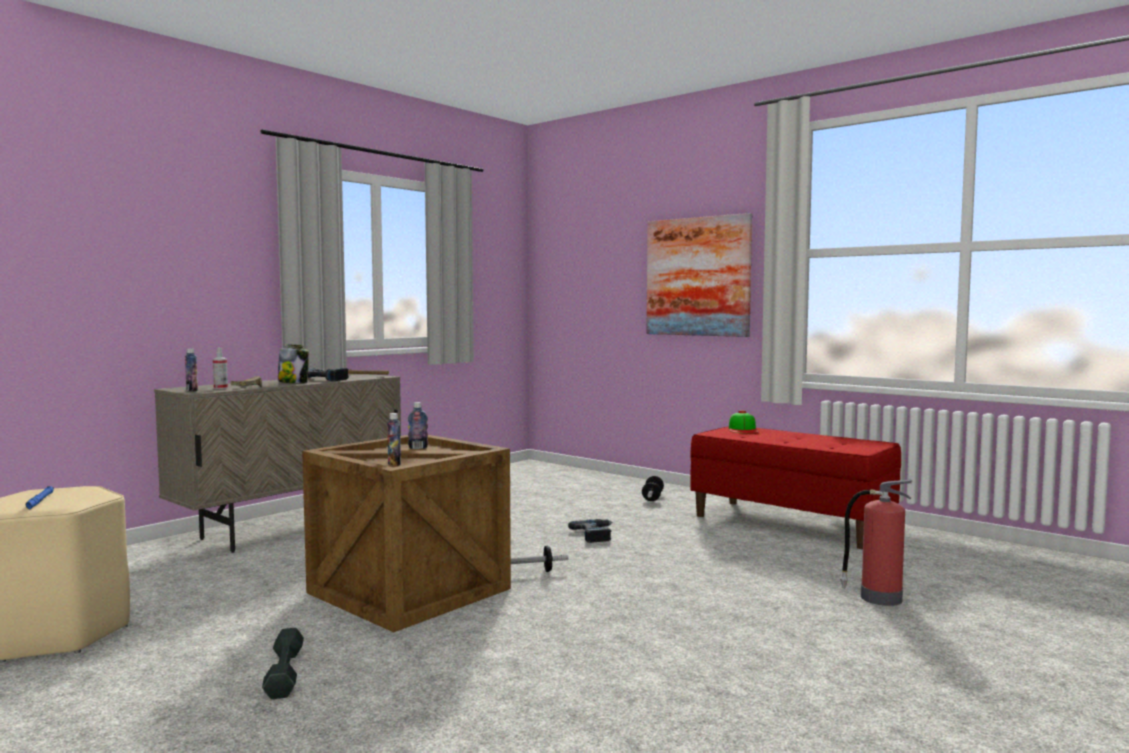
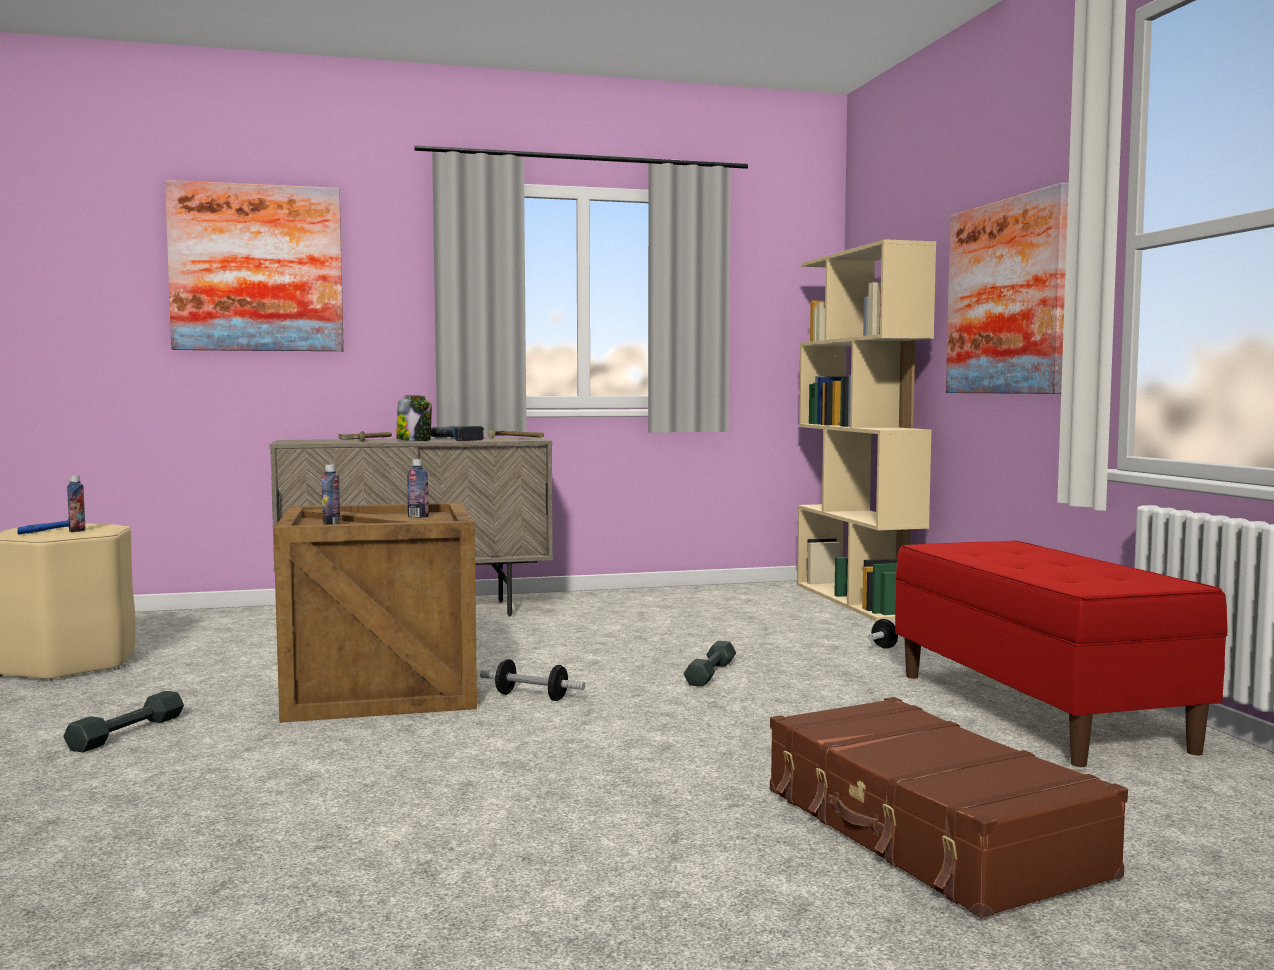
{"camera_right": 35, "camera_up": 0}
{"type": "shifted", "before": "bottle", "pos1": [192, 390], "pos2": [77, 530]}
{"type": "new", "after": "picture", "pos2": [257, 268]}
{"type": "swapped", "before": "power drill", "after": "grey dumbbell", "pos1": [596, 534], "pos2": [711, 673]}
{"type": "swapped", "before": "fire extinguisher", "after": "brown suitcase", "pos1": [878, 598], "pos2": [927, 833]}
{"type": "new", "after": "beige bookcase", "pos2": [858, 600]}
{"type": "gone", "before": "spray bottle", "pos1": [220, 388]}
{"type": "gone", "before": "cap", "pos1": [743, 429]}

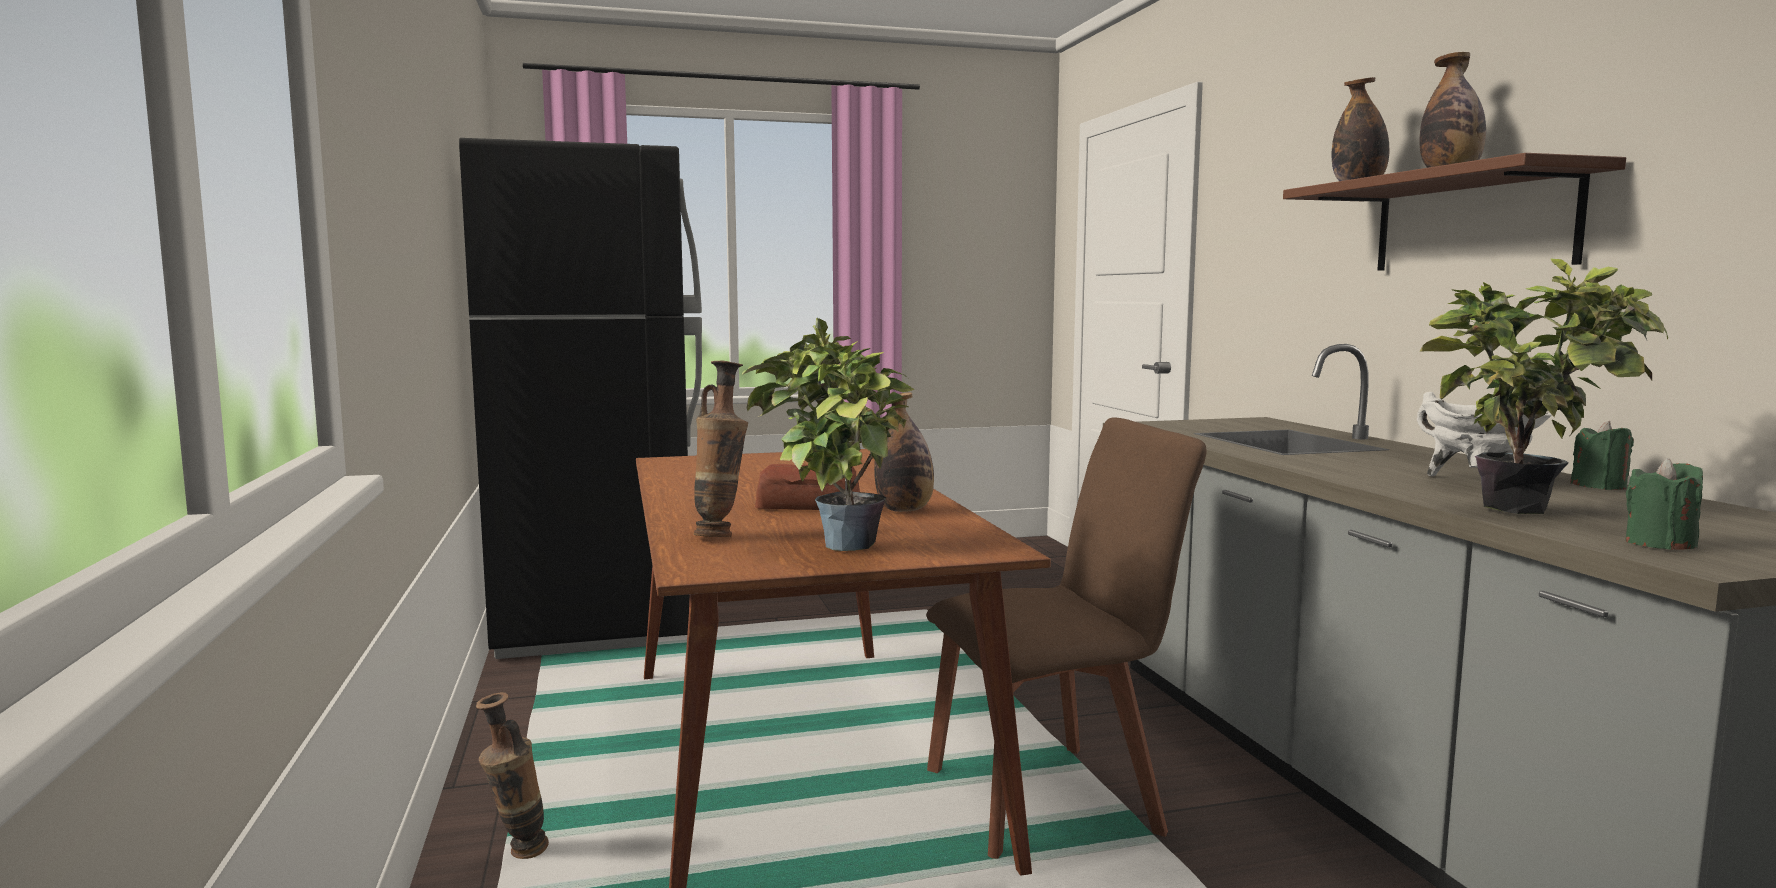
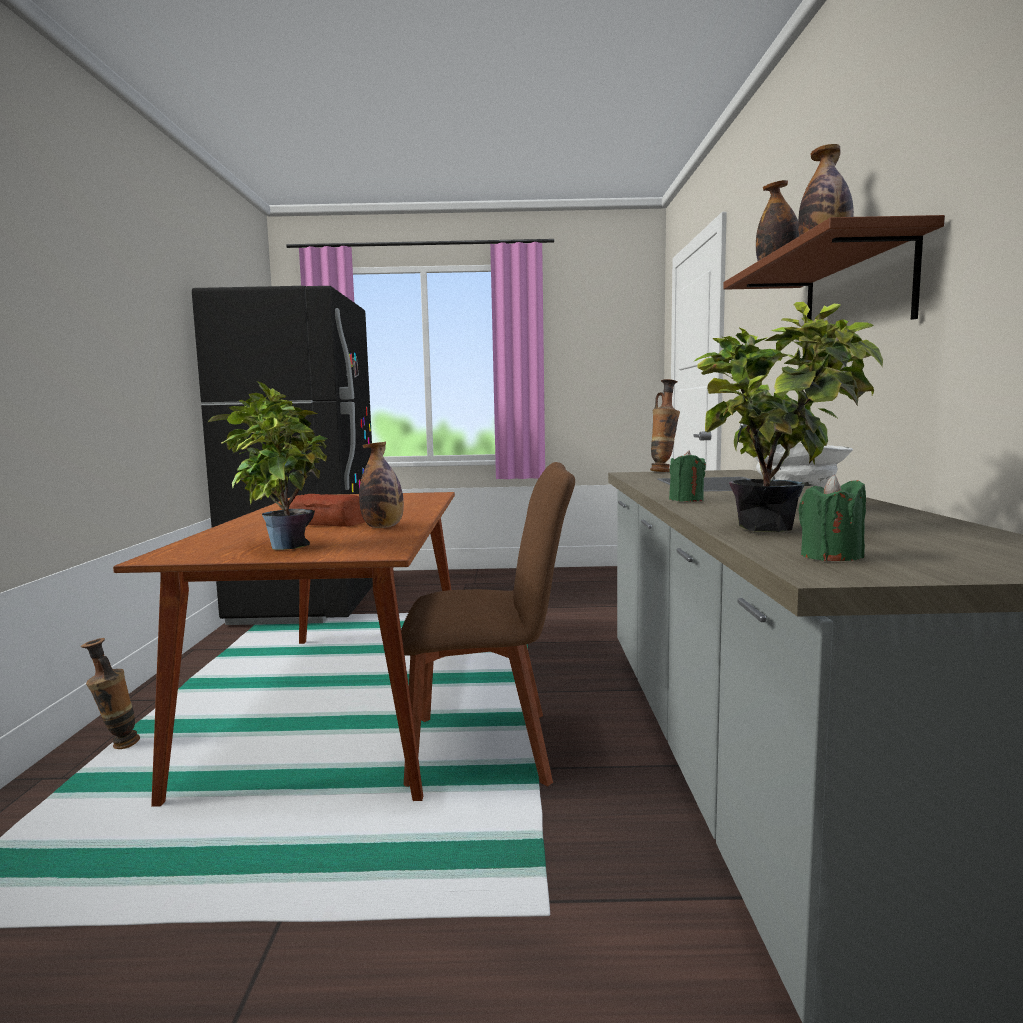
{"camera_right": 15, "camera_up": 0}
{"type": "shifted", "before": "vase", "pos1": [721, 535], "pos2": [663, 472]}
{"type": "shifted", "before": "green candle", "pos1": [1599, 486], "pos2": [686, 500]}

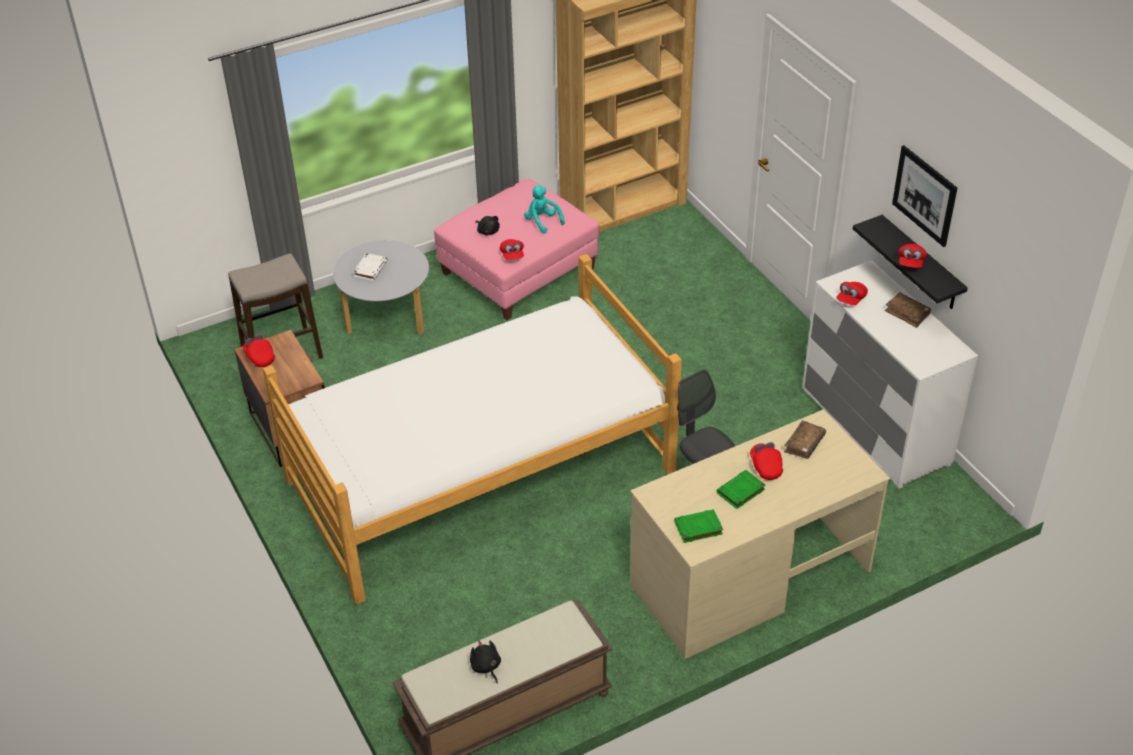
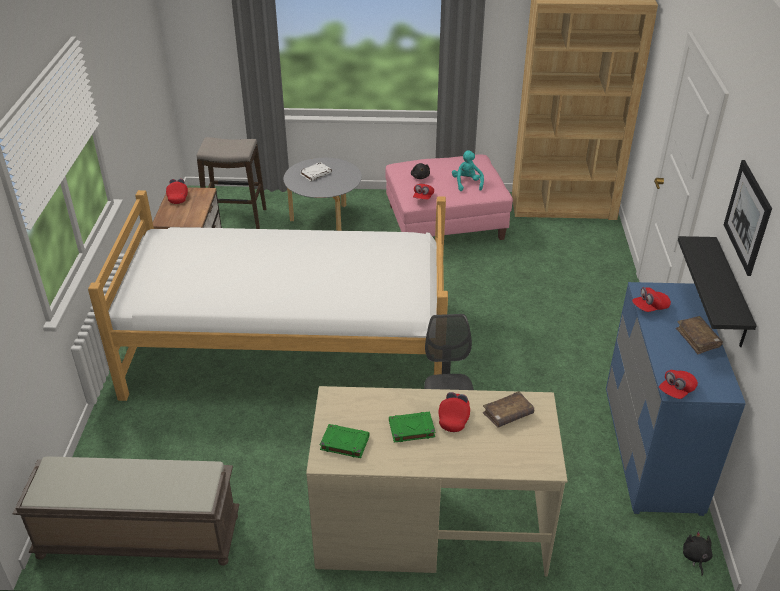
{"camera_right": 30, "camera_up": -5}
{"type": "repainted", "before": "white dresser", "after": "blue dresser", "pos1": [875, 426], "pos2": [651, 449]}
{"type": "shifted", "before": "red cap", "pos1": [910, 262], "pos2": [676, 391]}
{"type": "shifted", "before": "black plush toy", "pos1": [486, 667], "pos2": [695, 557]}

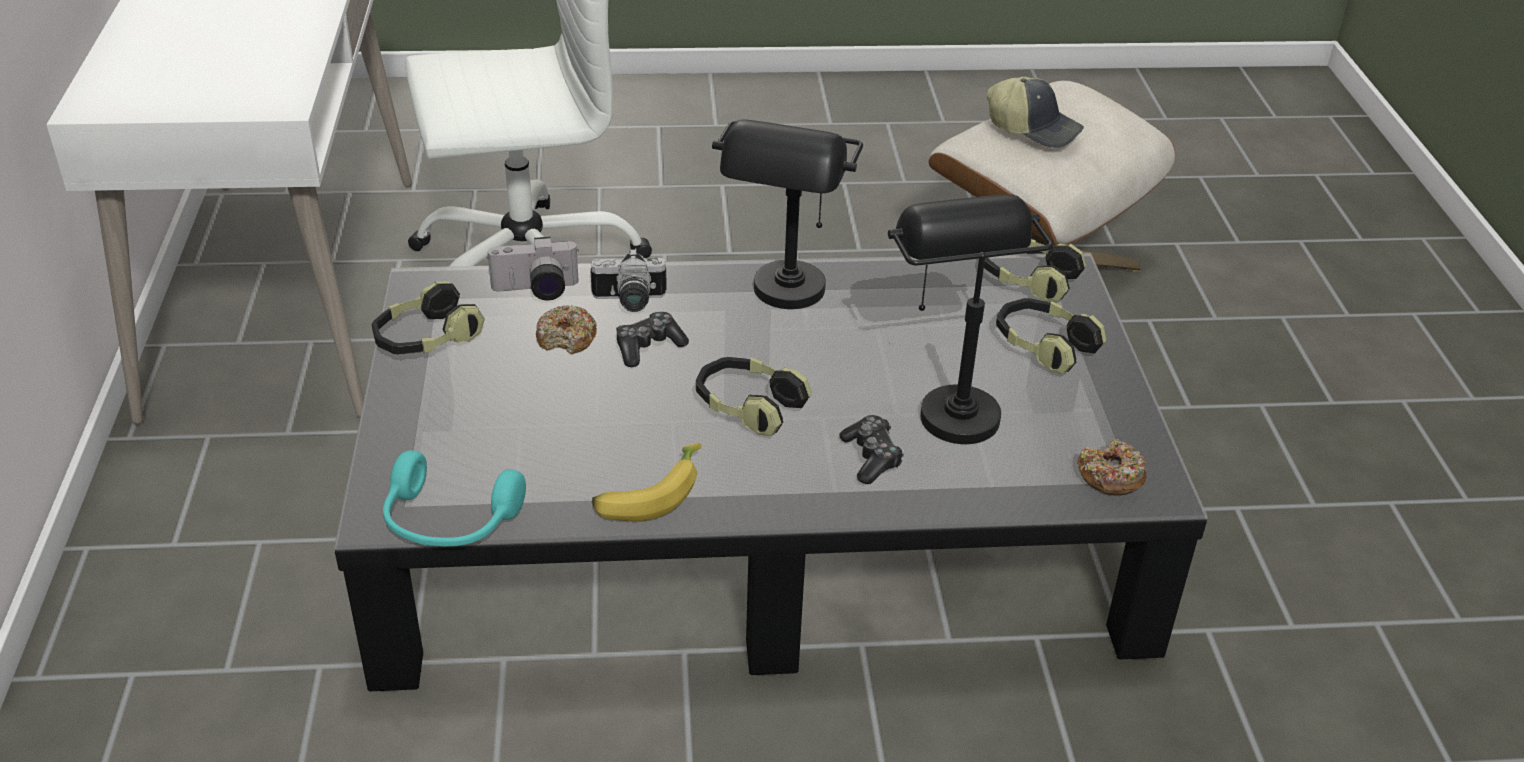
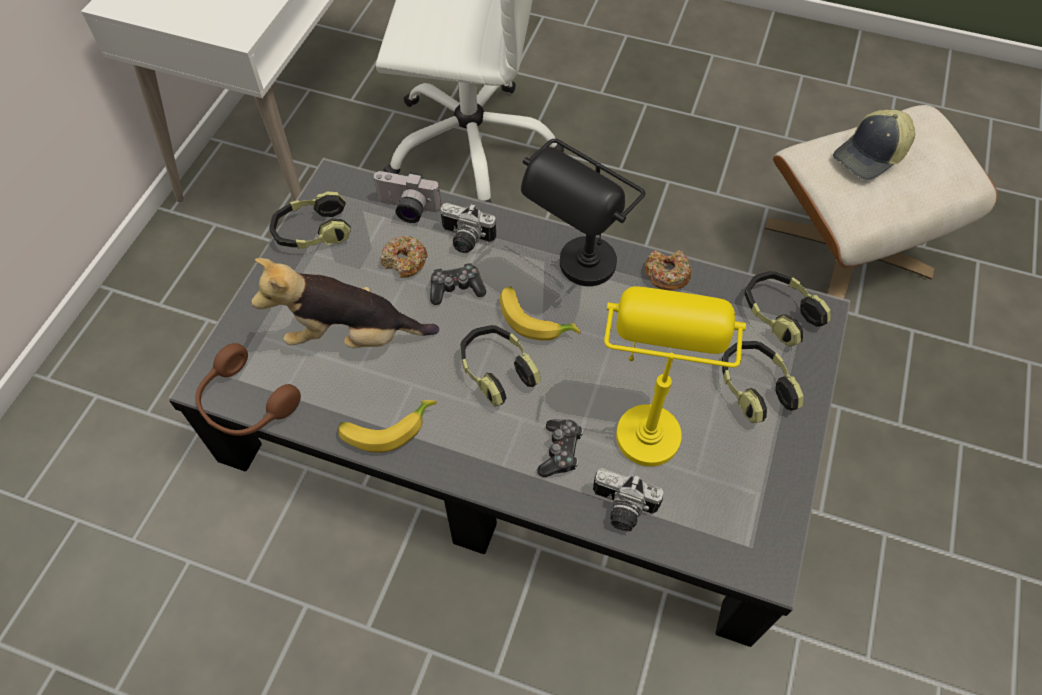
{"camera_right": 25, "camera_up": 20}
{"type": "repainted", "before": "turquoise headphones", "after": "brown headphones", "pos1": [448, 522], "pos2": [245, 404]}
{"type": "new", "after": "plush toy", "pos2": [352, 336]}
{"type": "new", "after": "banana", "pos2": [535, 319]}
{"type": "new", "after": "photo camera", "pos2": [621, 509]}
{"type": "repainted", "before": "black table lamp", "after": "yellow table lamp", "pos1": [947, 401], "pos2": [648, 416]}
{"type": "shifted", "before": "donut", "pos1": [1110, 476], "pos2": [666, 274]}
{"type": "rotated", "before": "cap", "pos1": [1034, 128], "pos2": [871, 155], "turn": 90}

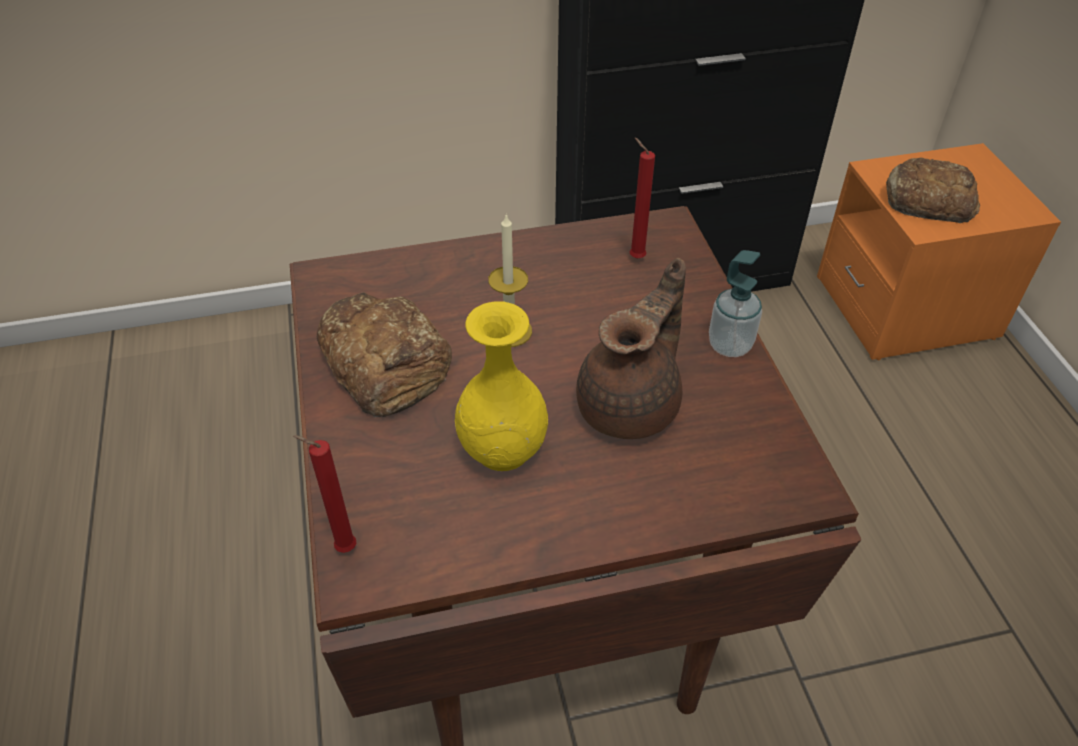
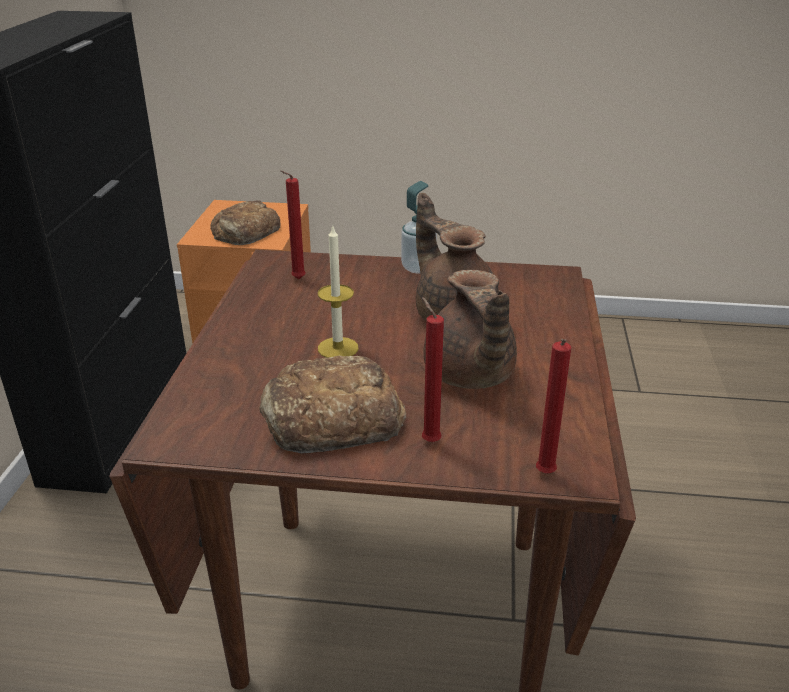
{"camera_right": -70, "camera_up": -15}
{"type": "new", "after": "red candle", "pos2": [429, 440]}
{"type": "swapped", "before": "yellow vase", "after": "brown teapot", "pos1": [502, 448], "pos2": [469, 376]}

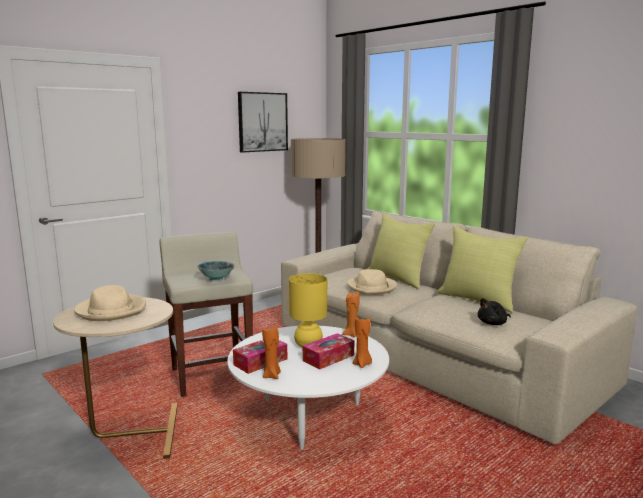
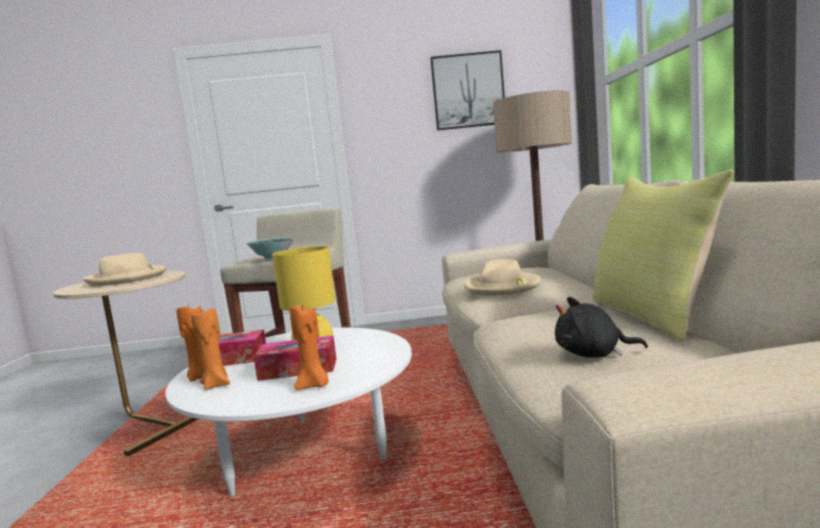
{"camera_right": 40, "camera_up": -5}
{"type": "shifted", "before": "orange candle", "pos1": [351, 334], "pos2": [216, 385]}
{"type": "gone", "before": "yellow pillow", "pos1": [398, 278]}

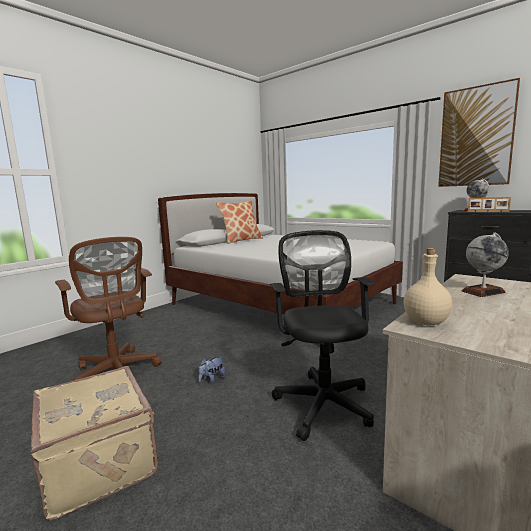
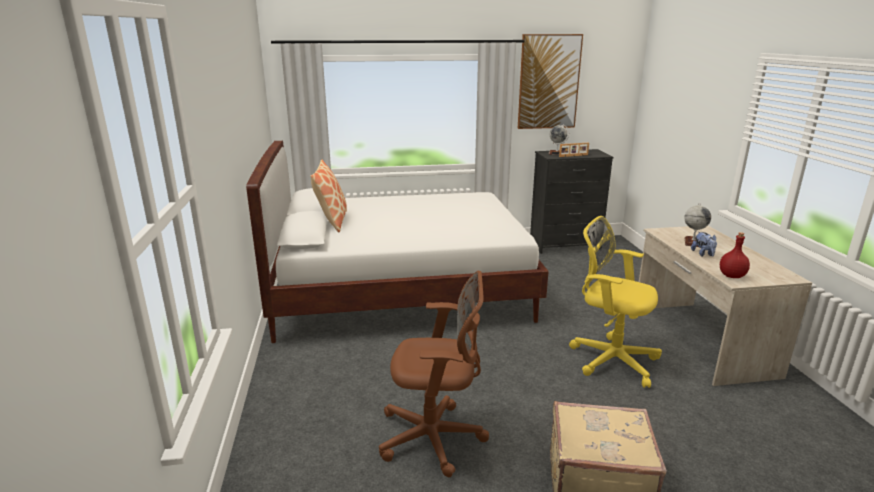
{"camera_right": -50, "camera_up": 10}
{"type": "repainted", "before": "black office chair", "after": "yellow office chair", "pos1": [323, 401], "pos2": [610, 359]}
{"type": "shifted", "before": "plush toy", "pos1": [211, 379], "pos2": [703, 254]}
{"type": "repainted", "before": "beige bottle", "after": "red bottle", "pos1": [426, 322], "pos2": [732, 276]}

